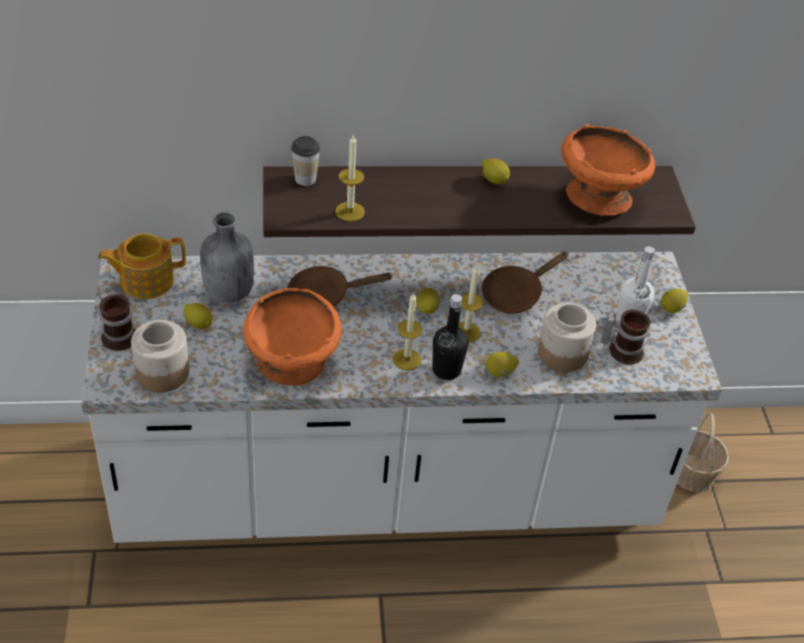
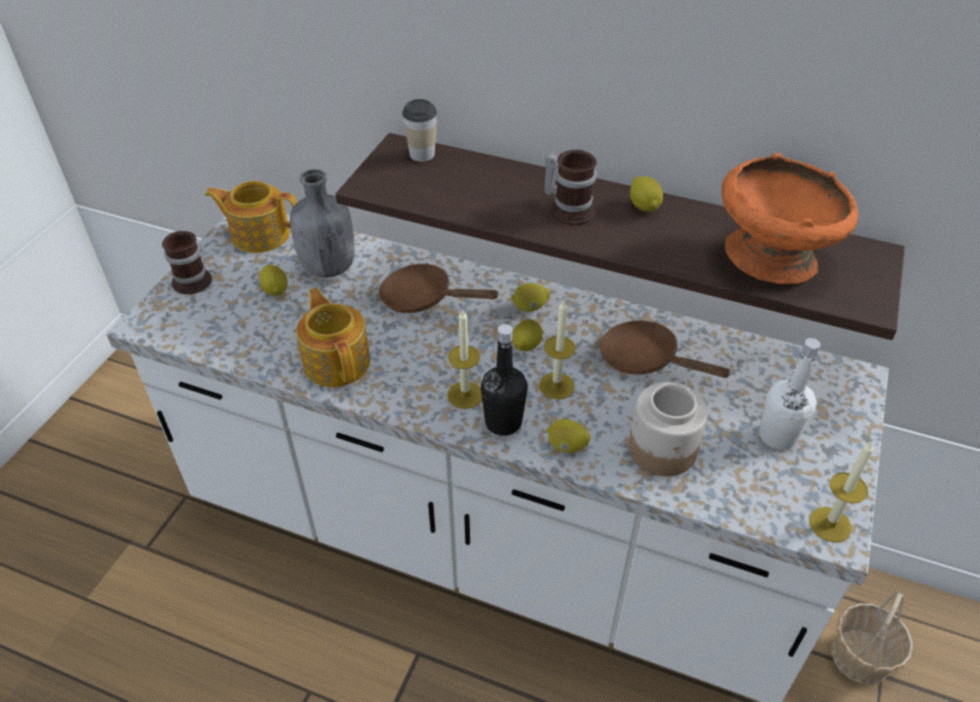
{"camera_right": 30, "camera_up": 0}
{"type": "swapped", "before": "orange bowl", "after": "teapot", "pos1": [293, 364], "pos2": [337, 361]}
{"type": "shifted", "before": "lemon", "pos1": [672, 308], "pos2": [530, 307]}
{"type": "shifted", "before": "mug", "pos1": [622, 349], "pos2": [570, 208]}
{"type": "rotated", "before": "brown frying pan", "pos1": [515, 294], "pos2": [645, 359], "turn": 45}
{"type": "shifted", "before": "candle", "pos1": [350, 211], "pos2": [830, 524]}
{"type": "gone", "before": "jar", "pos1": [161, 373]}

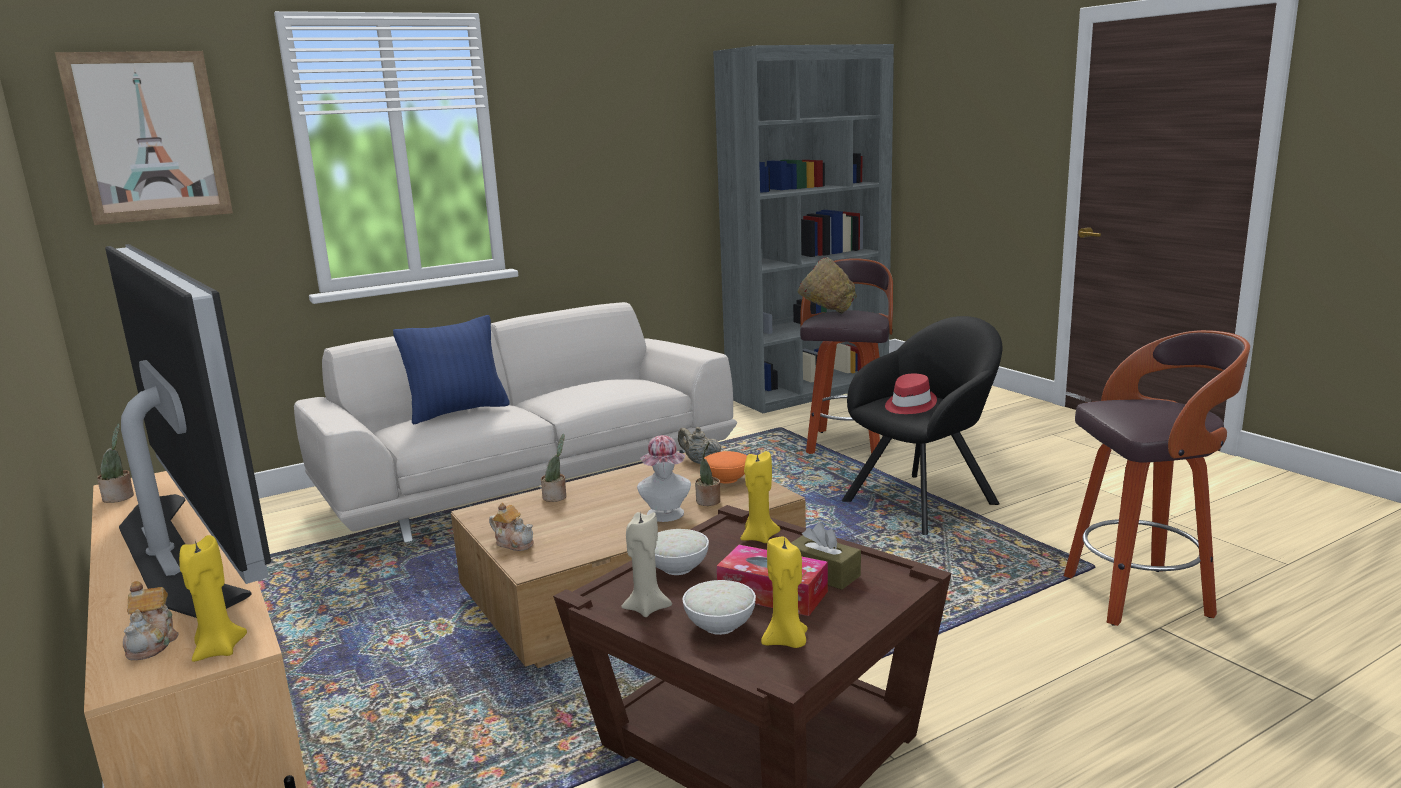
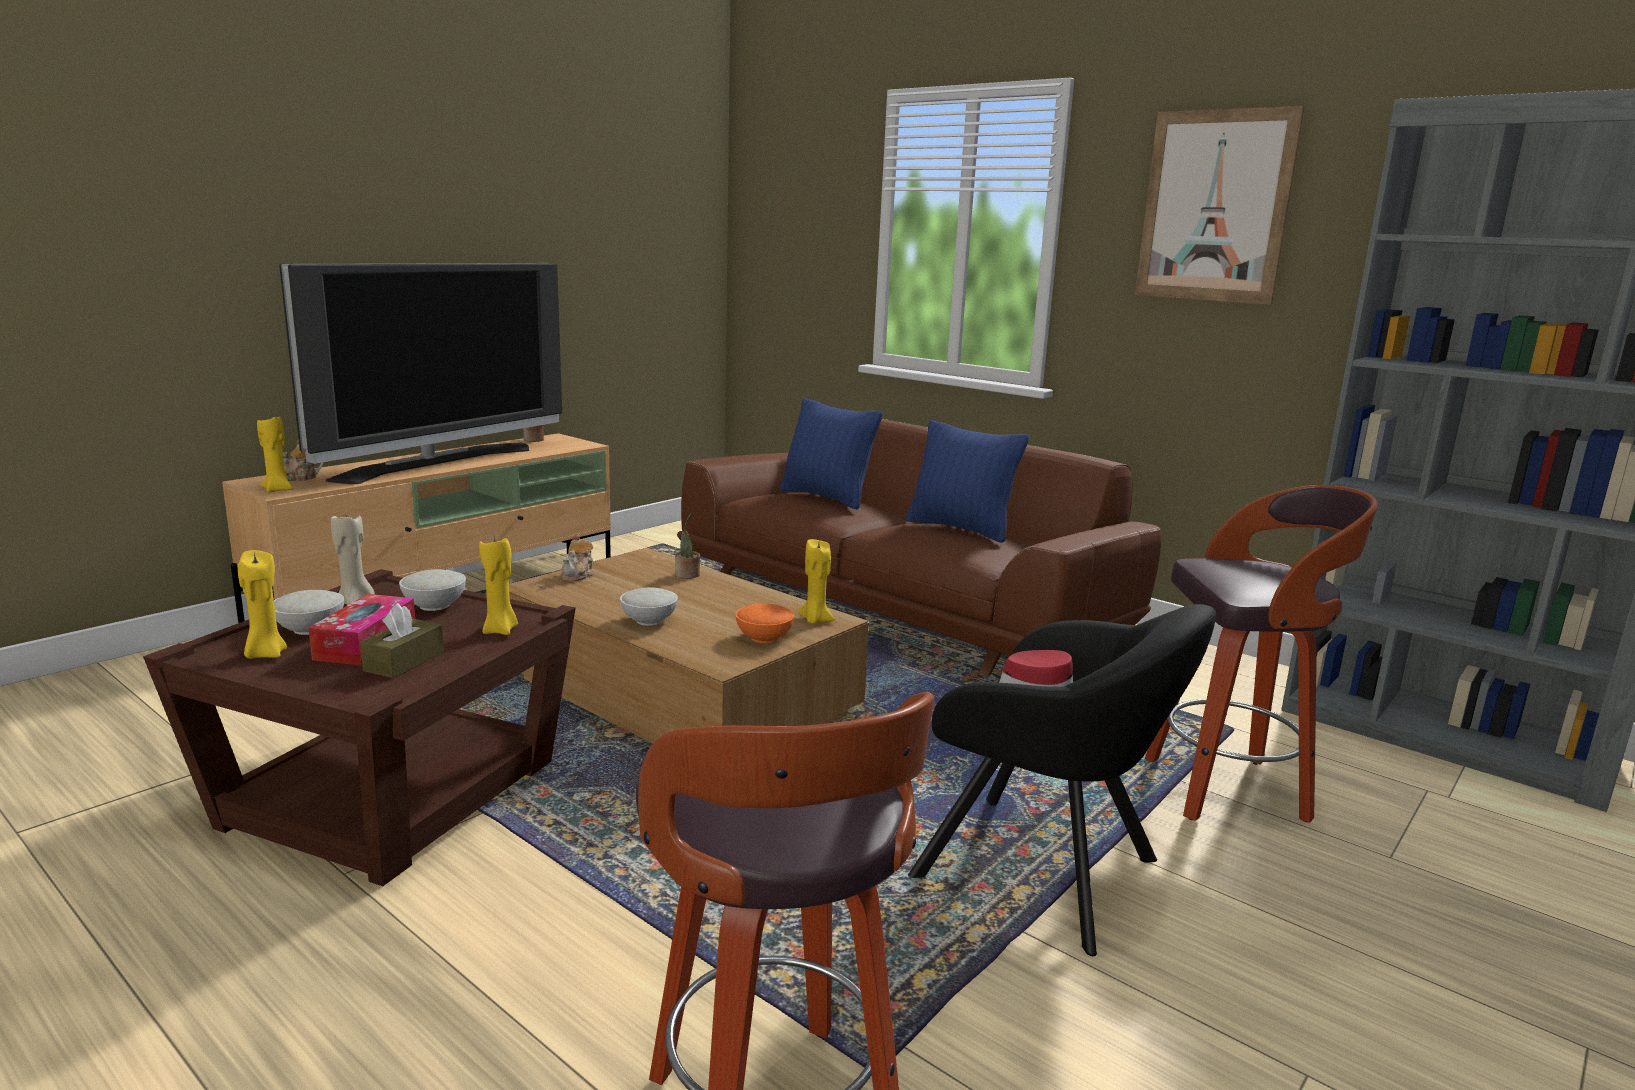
{"camera_right": 70, "camera_up": 0}
{"type": "swapped", "before": "hat", "after": "white bowl", "pos1": [666, 516], "pos2": [650, 621]}
{"type": "repainted", "before": "white sofa", "after": "brown sofa", "pos1": [528, 484], "pos2": [902, 614]}
{"type": "swapped", "before": "beige teapot", "after": "yellow candle", "pos1": [699, 461], "pos2": [815, 620]}
{"type": "new", "after": "blue pillow", "pos2": [960, 529]}
{"type": "shifted", "before": "picture", "pos1": [148, 137], "pos2": [1214, 207]}
{"type": "gone", "before": "potted plant", "pos1": [708, 502]}
{"type": "gone", "before": "red bowl", "pos1": [824, 313]}

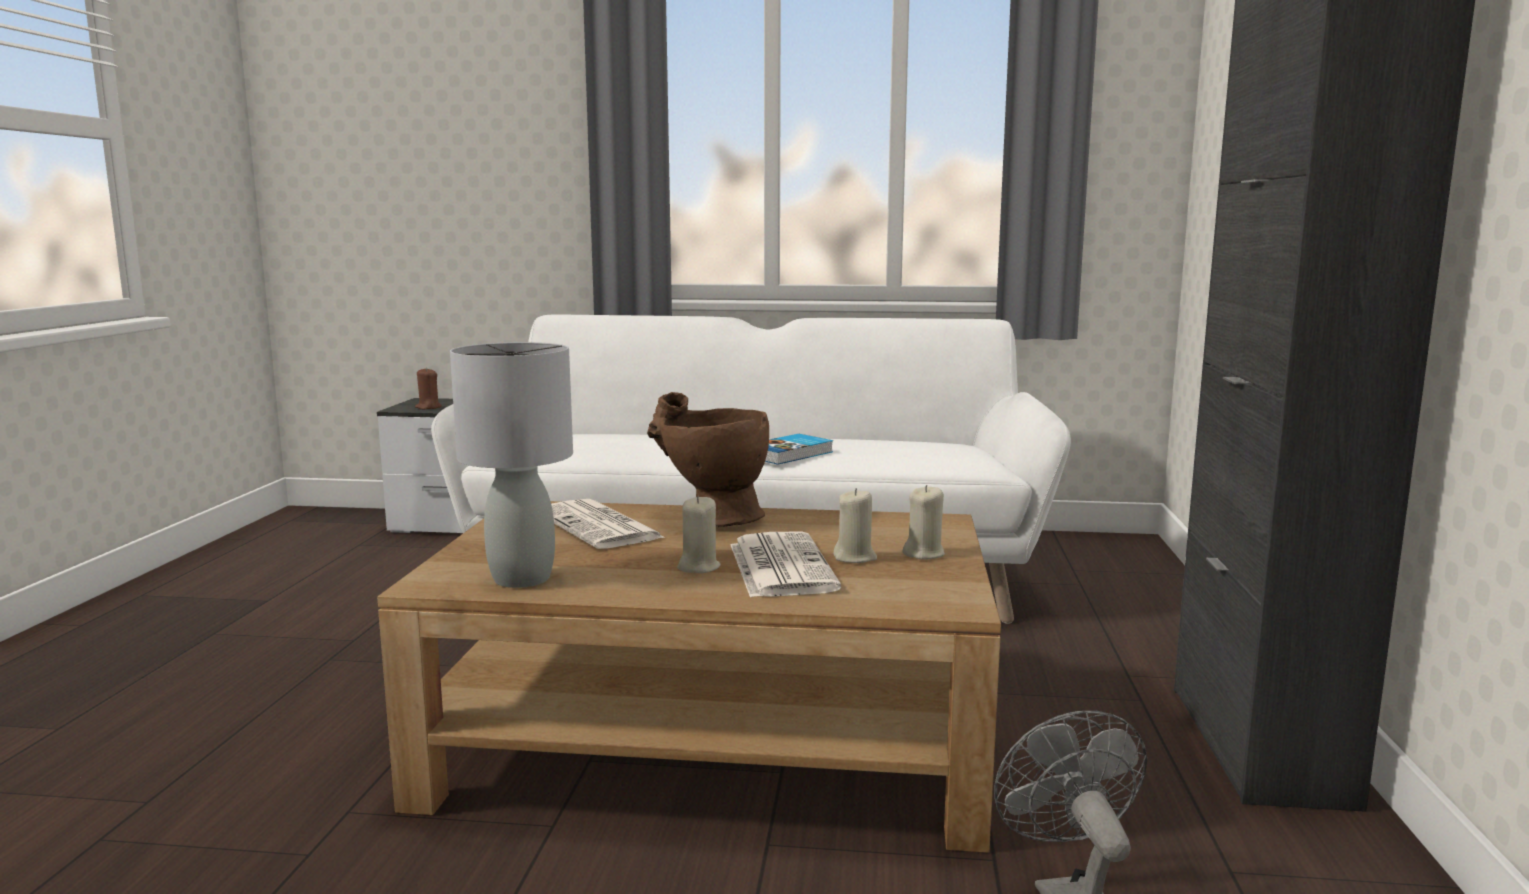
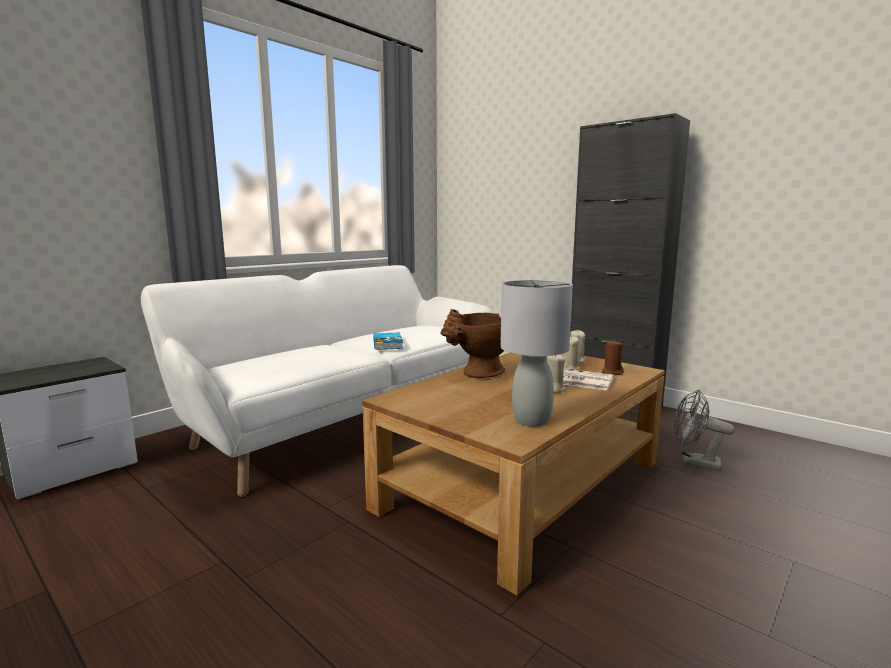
{"camera_right": -55, "camera_up": 0}
{"type": "shifted", "before": "brown candle", "pos1": [428, 407], "pos2": [612, 372]}
{"type": "gone", "before": "newspaper", "pos1": [600, 526]}

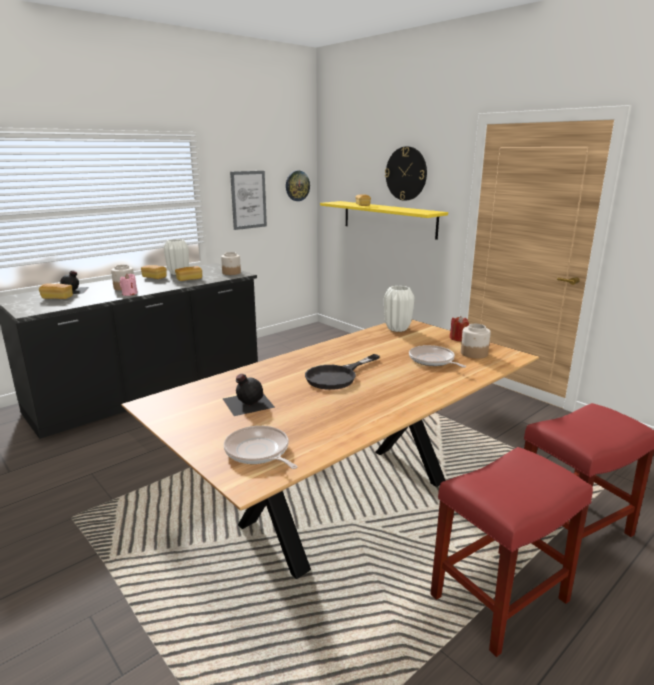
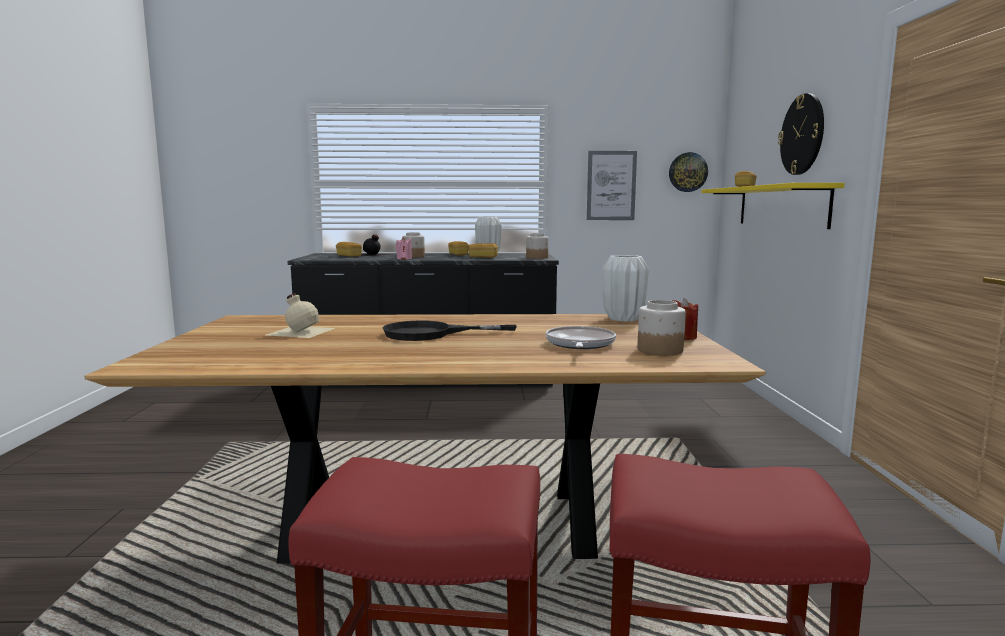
{"camera_right": 40, "camera_up": -10}
{"type": "repainted", "before": "black bottle", "after": "beige bottle", "pos1": [247, 402], "pos2": [300, 331]}
{"type": "gone", "before": "frying pan", "pos1": [258, 452]}

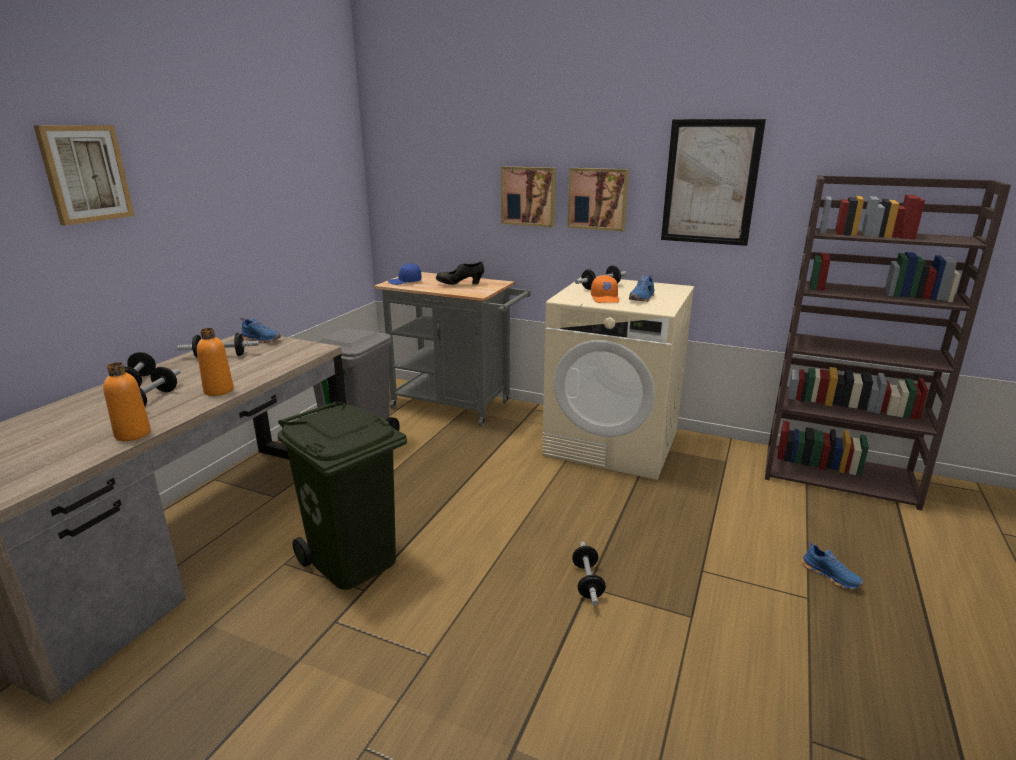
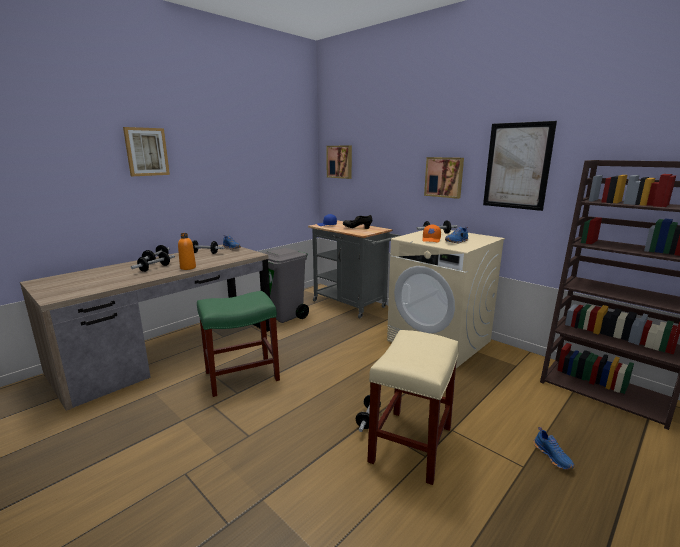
{"camera_right": 20, "camera_up": -5}
{"type": "swapped", "before": "green trash can", "after": "green stool", "pos1": [352, 560], "pos2": [241, 376]}
{"type": "shifted", "before": "picture", "pos1": [529, 196], "pos2": [340, 161]}
{"type": "new", "after": "beige stool", "pos2": [411, 445]}
{"type": "gone", "before": "orange bottle", "pos1": [133, 434]}

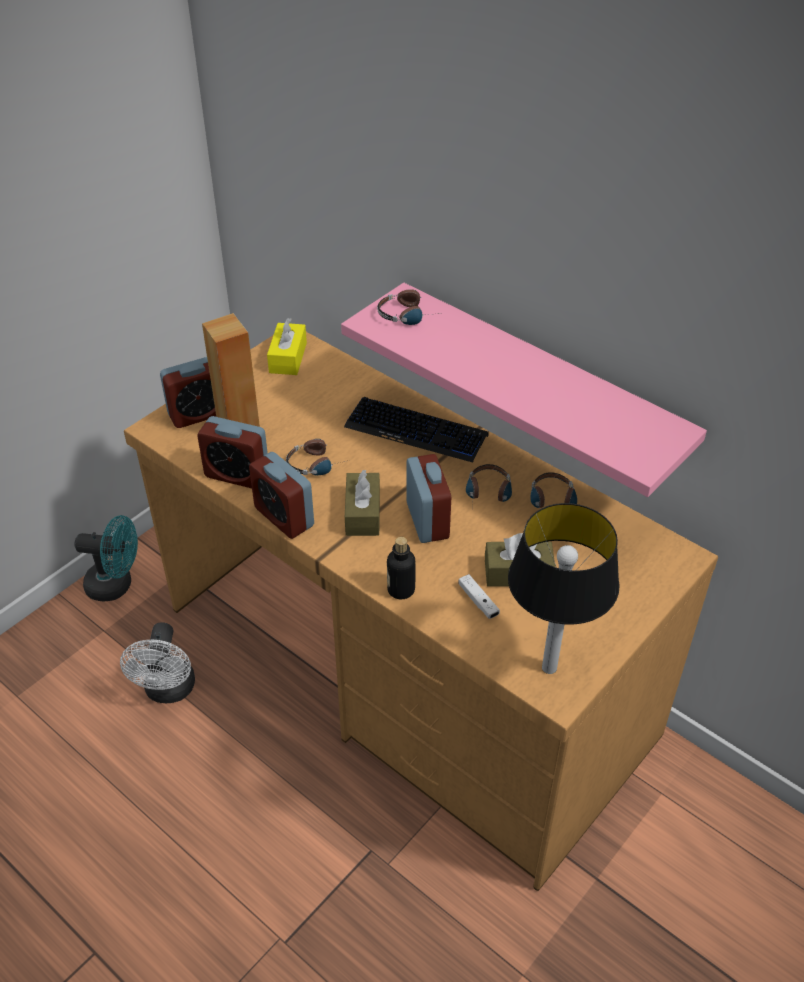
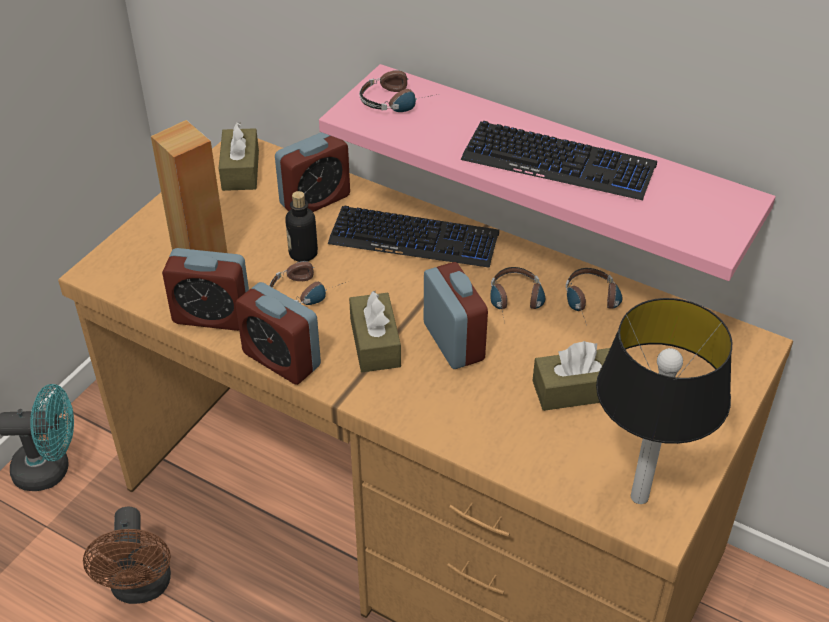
{"camera_right": -10, "camera_up": 0}
{"type": "repainted", "before": "white fan", "after": "brown fan", "pos1": [169, 691], "pos2": [141, 588]}
{"type": "repainted", "before": "yellow tissue box", "after": "brown tissue box", "pos1": [288, 358], "pos2": [240, 170]}
{"type": "shifted", "before": "alarm clock", "pos1": [198, 414], "pos2": [315, 200]}
{"type": "shifted", "before": "bottle", "pos1": [401, 589], "pos2": [303, 253]}
{"type": "new", "after": "keyboard", "pos2": [558, 163]}
{"type": "gone", "before": "white game controller", "pos1": [478, 601]}

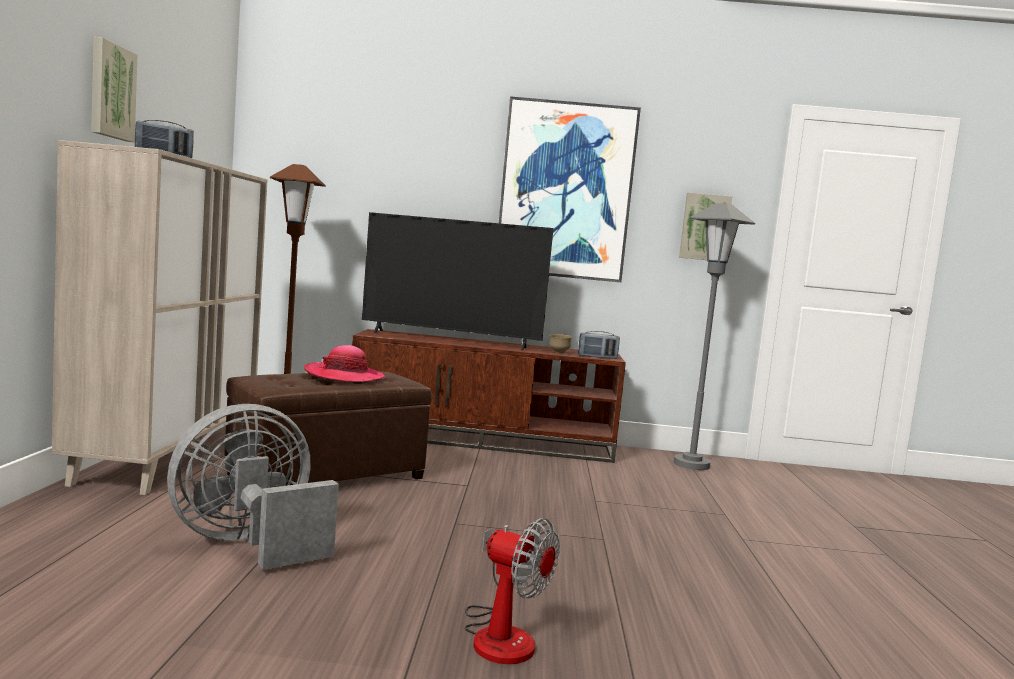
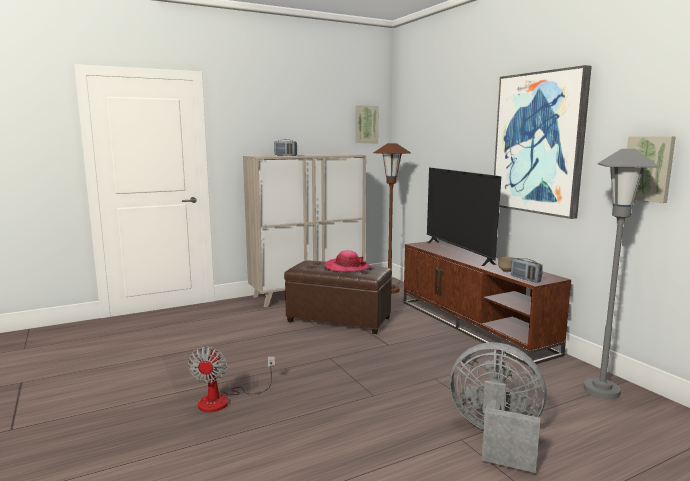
{"camera_right": 60, "camera_up": 5}
{"type": "shifted", "before": "picture", "pos1": [110, 91], "pos2": [366, 124]}
{"type": "shifted", "before": "grey fan", "pos1": [250, 544], "pos2": [495, 437]}

